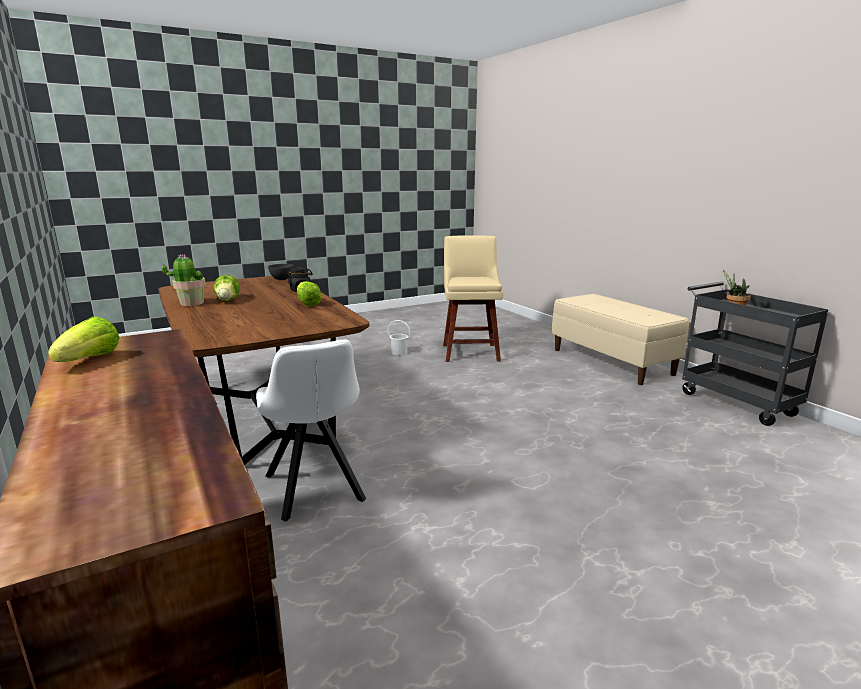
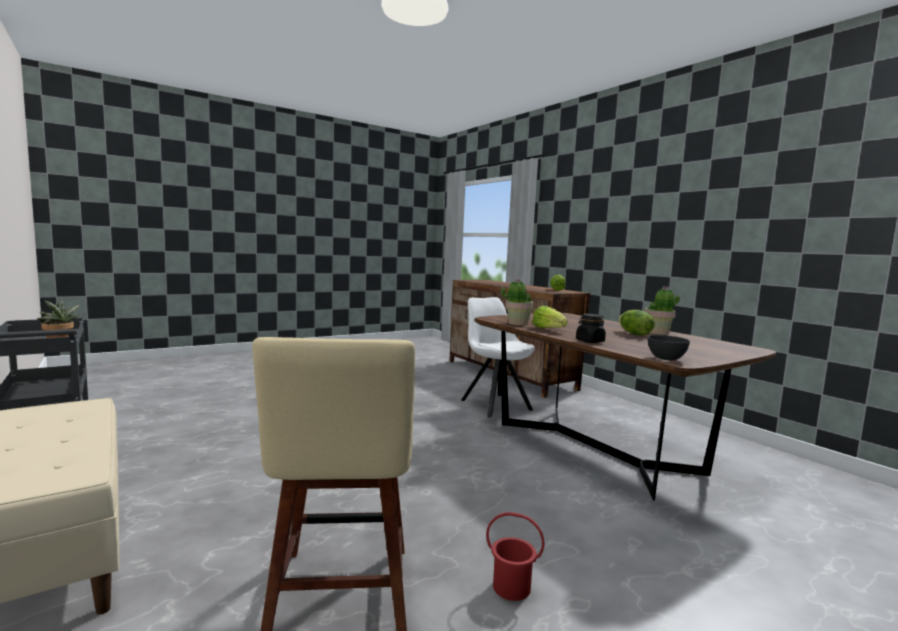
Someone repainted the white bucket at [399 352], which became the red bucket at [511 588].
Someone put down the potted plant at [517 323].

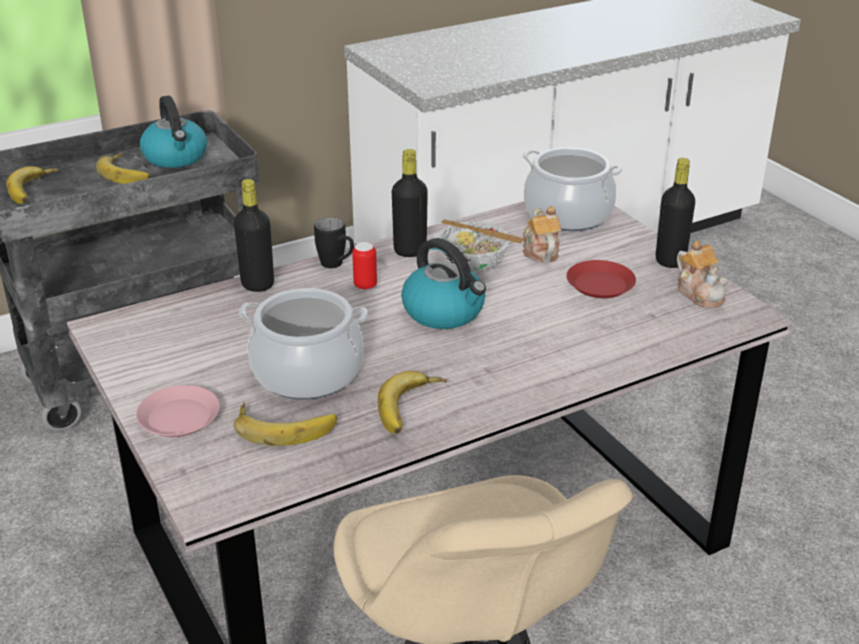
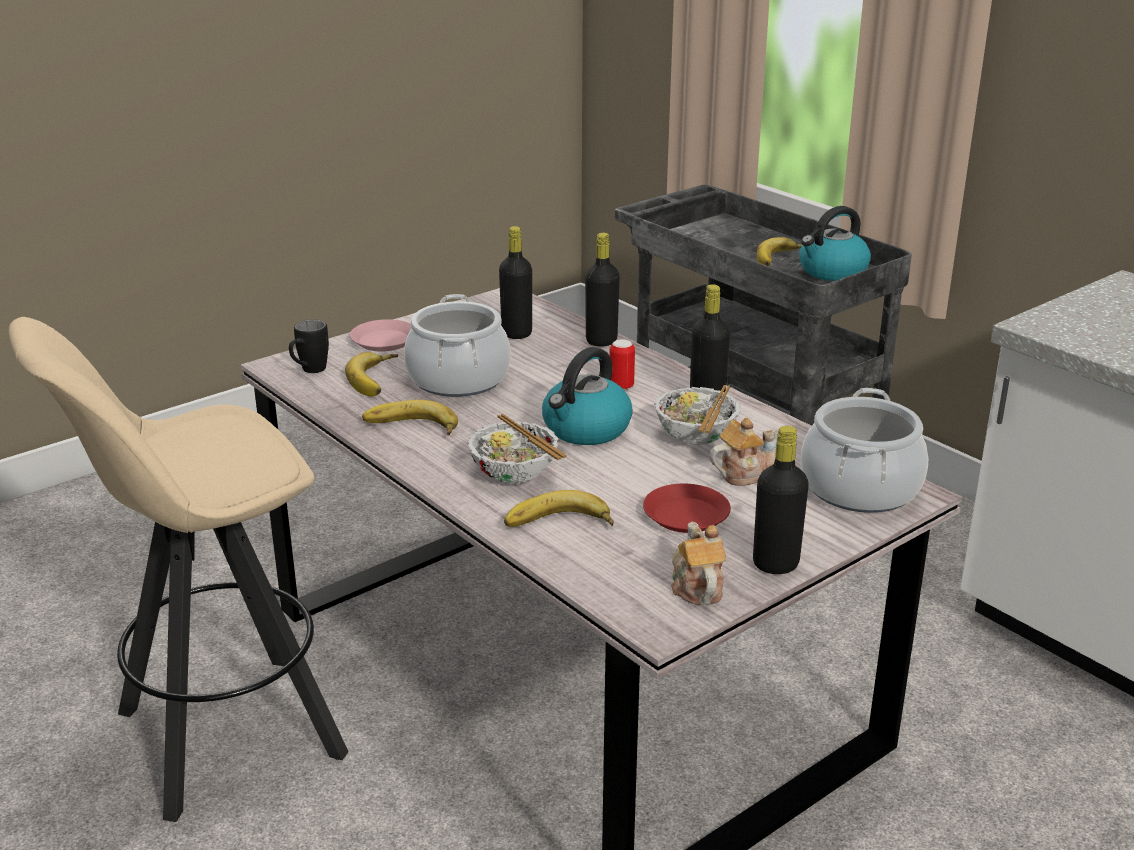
Someone carried the banana from [34 189] to [559 525].
Someone carried the black mug from [337 265] to [309 371].
Someone rotated the teapot at [700 294] by 120 degrees clockwise.
Someone put down the bowl at [515 474].
Someone put down the black bottle at [516 333].

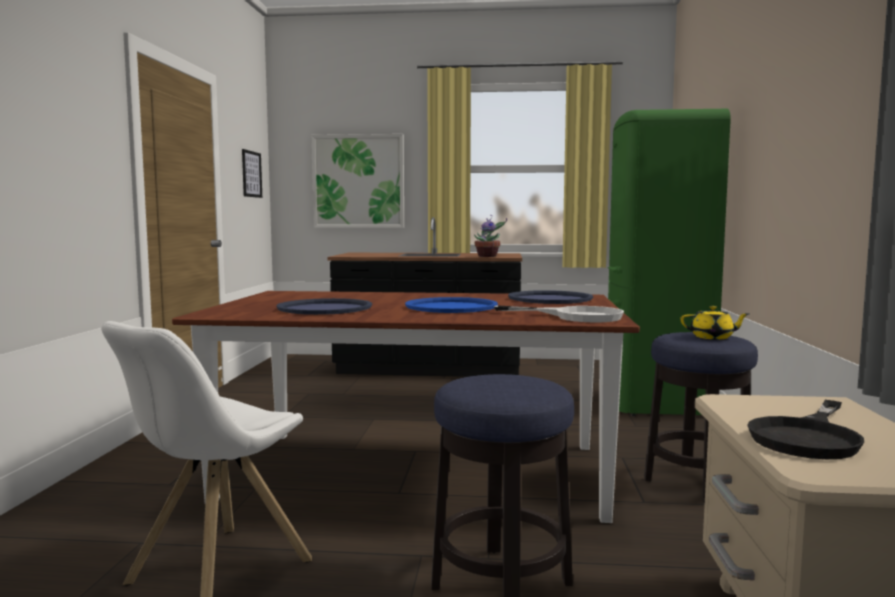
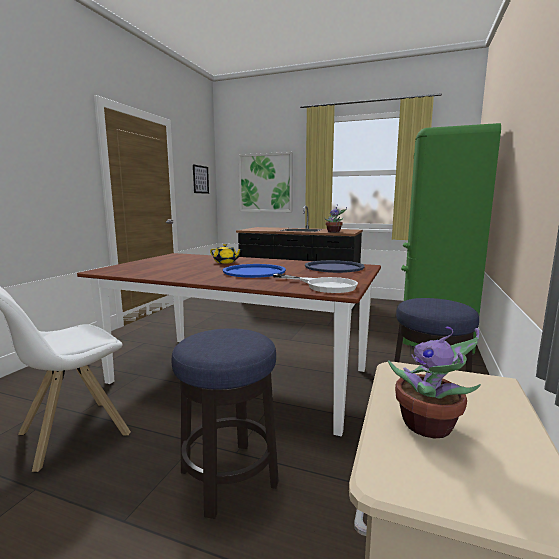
Someone took away the blue tray at [325 308].
Someone carried the yellow teapot from [712 337] to [226 262].
Someone swapped the black frying pan at [808 437] for the potted plant at [430 427].

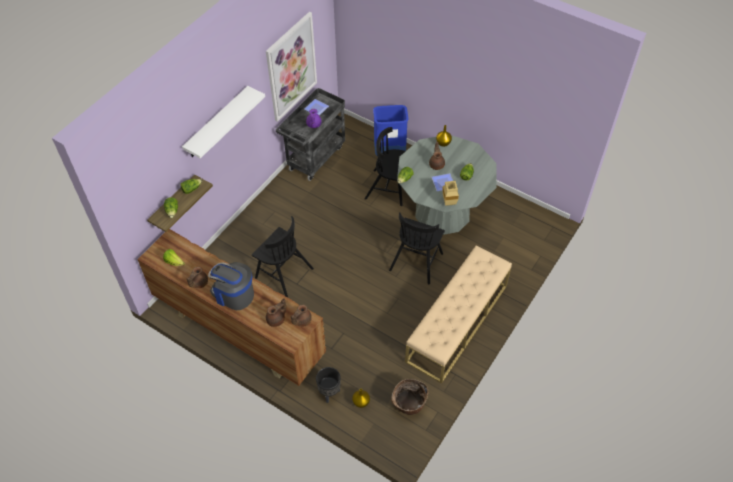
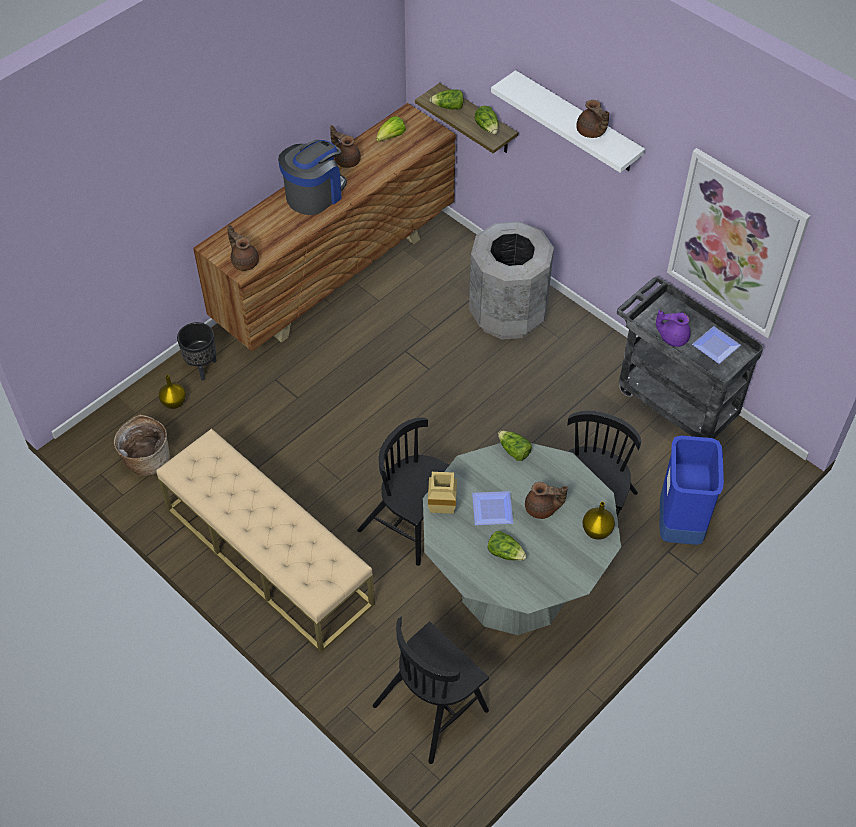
Someone carried the black chair from [281 271] to [435 703].
Someone carried the brown teapot from [276 319] to [591 132].
Someone put down the grey trash can at [508 314].

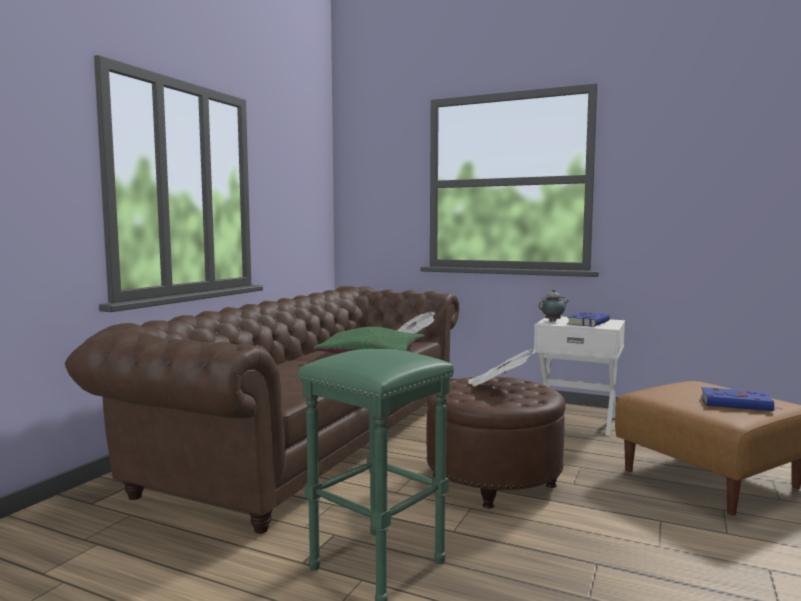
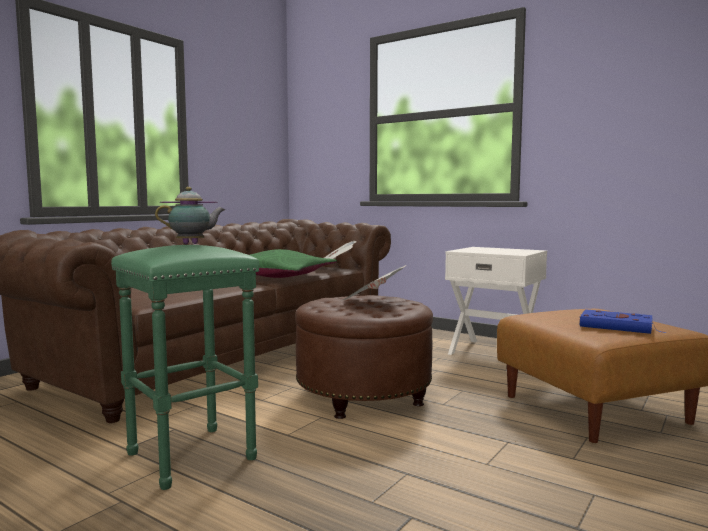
Someone carried the teapot from [553 321] to [192 244].
Someone took away the blue book at [588 322].

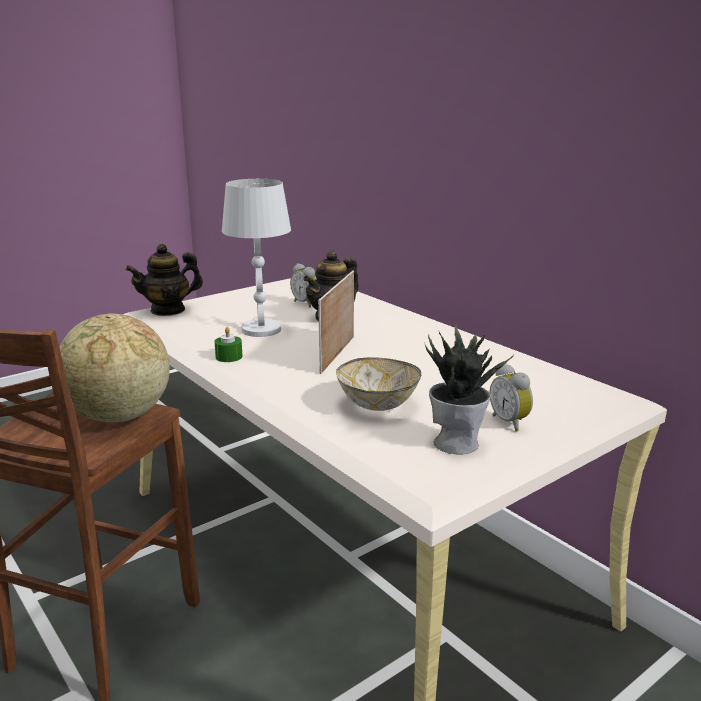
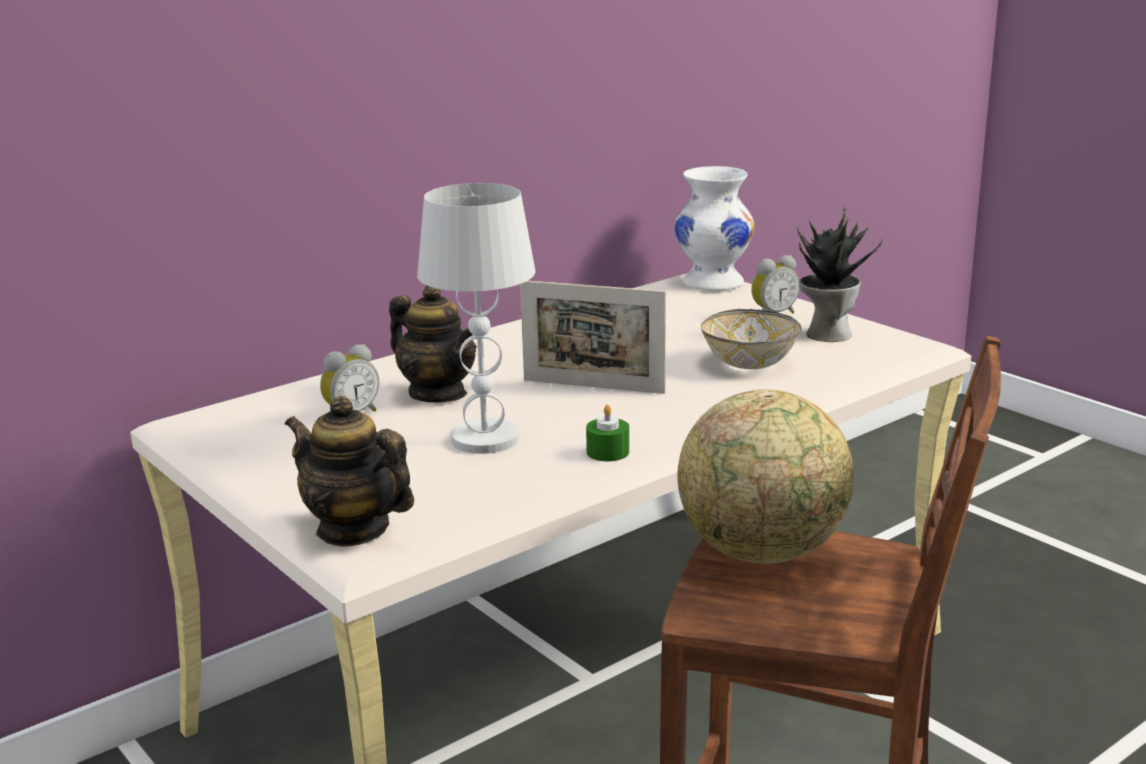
Someone rotated the teapot at [168 310] by 150 degrees clockwise.
Someone put down the white vase at [713 283].

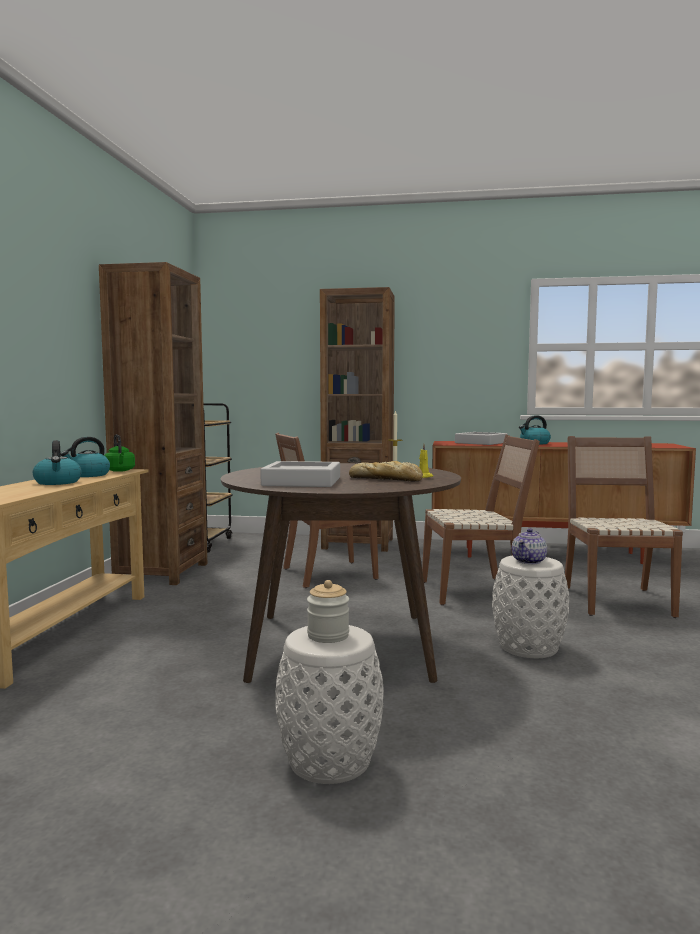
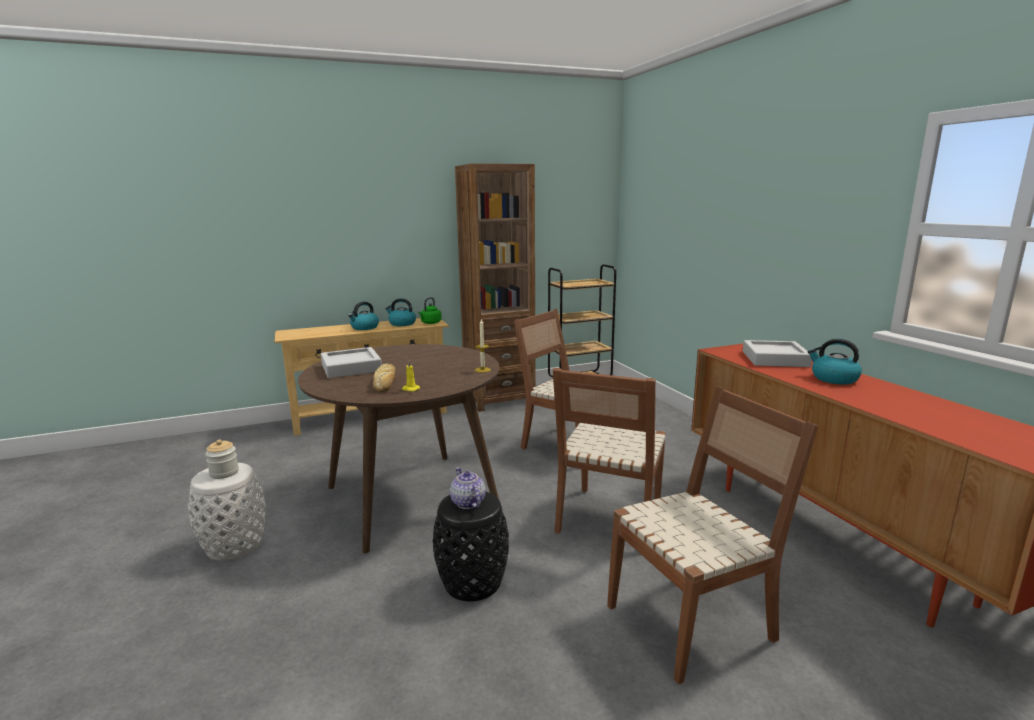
Someone took away the brown bookcase at [358 543].
Someone rotated the chair at [476 591] by 60 degrees clockwise.
Someone repainted the white stool at [528 647], which became the black stool at [472 583].
Someone rotated the teapot at [529 561] by 60 degrees clockwise.

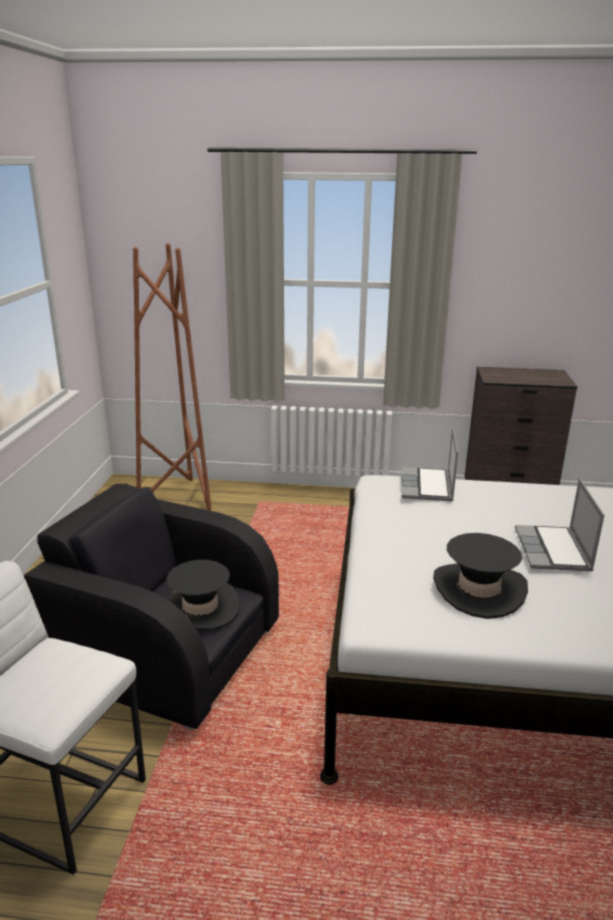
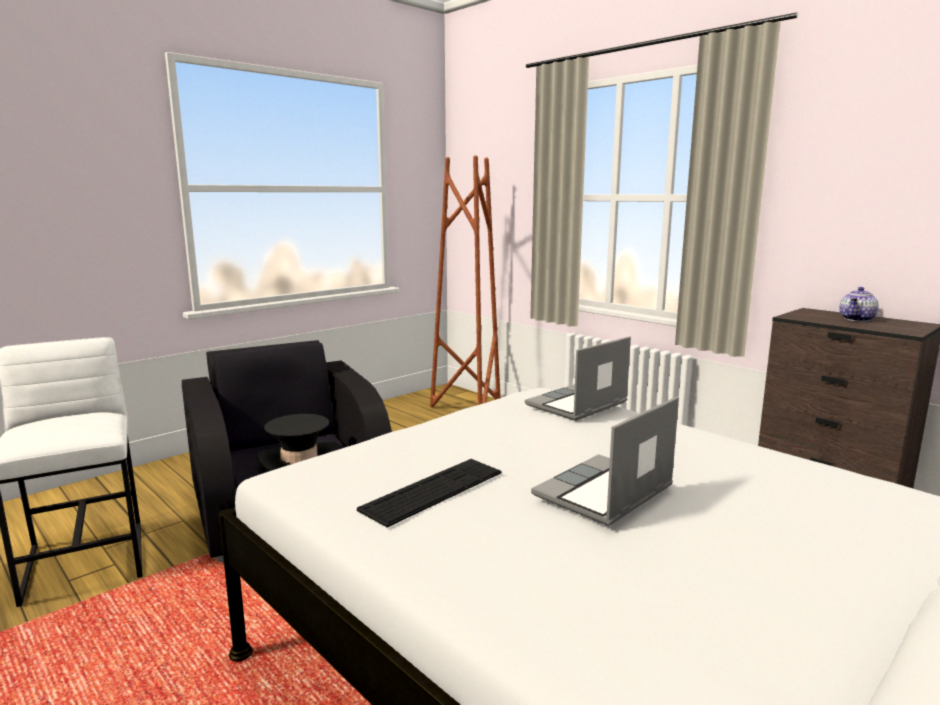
Someone swapped the black hat at [478 590] for the keyboard at [433 490].
Someone put down the teapot at [857 319].

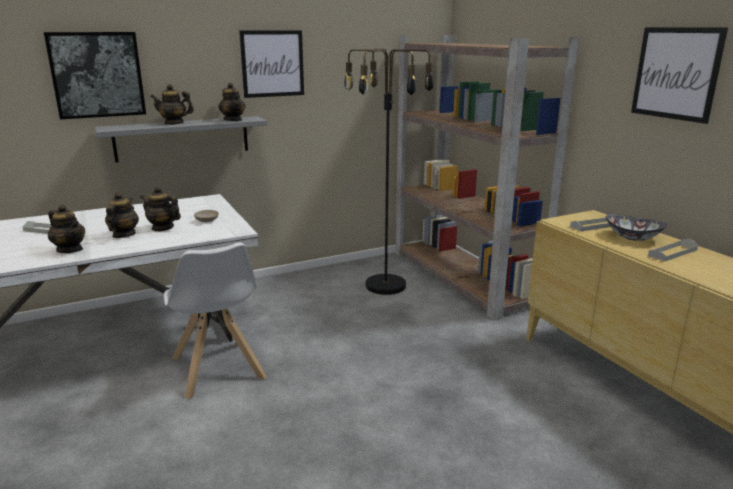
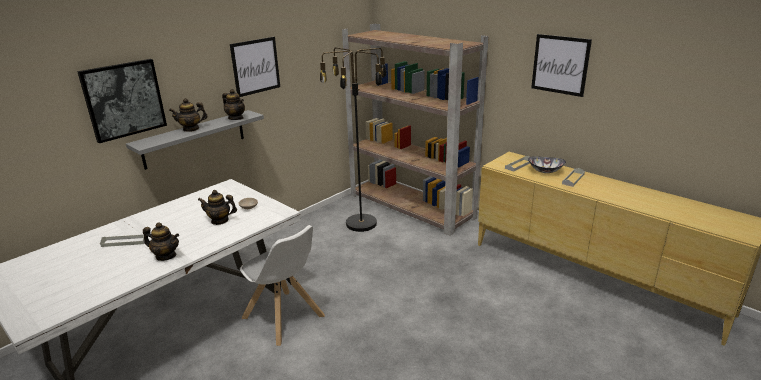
Someone took away the teapot at [123 235].

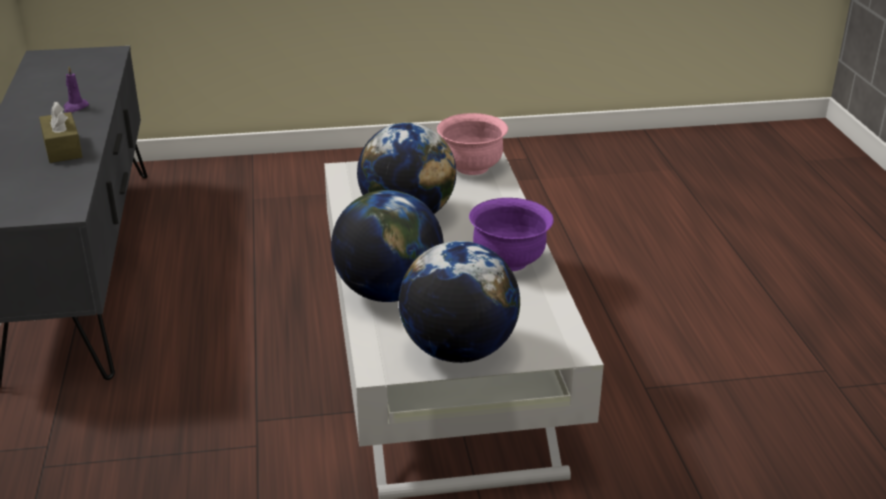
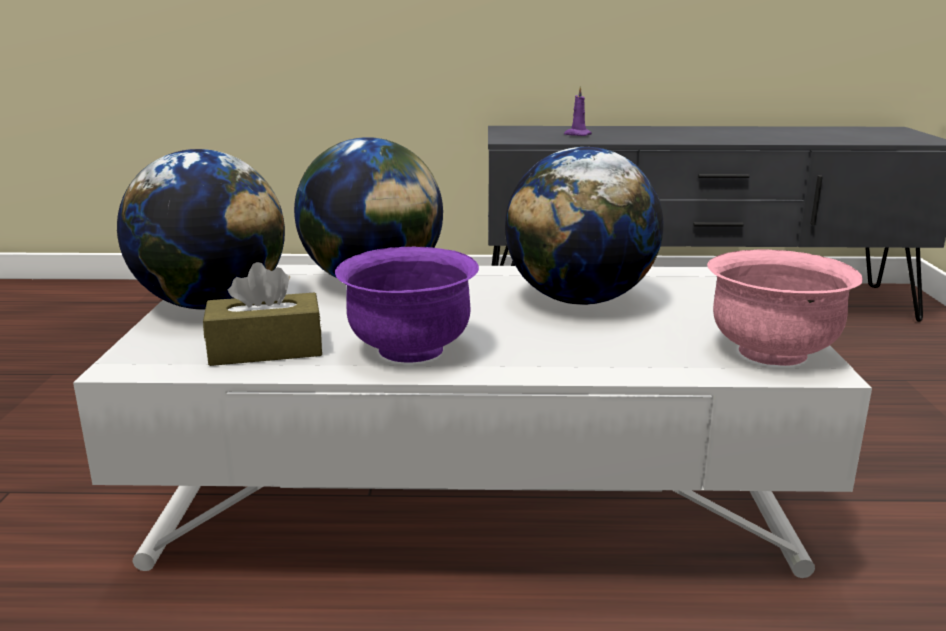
Someone carried the brown tissue box from [62 148] to [266 350].
Someone carried the purple candle from [75 107] to [576 135].

